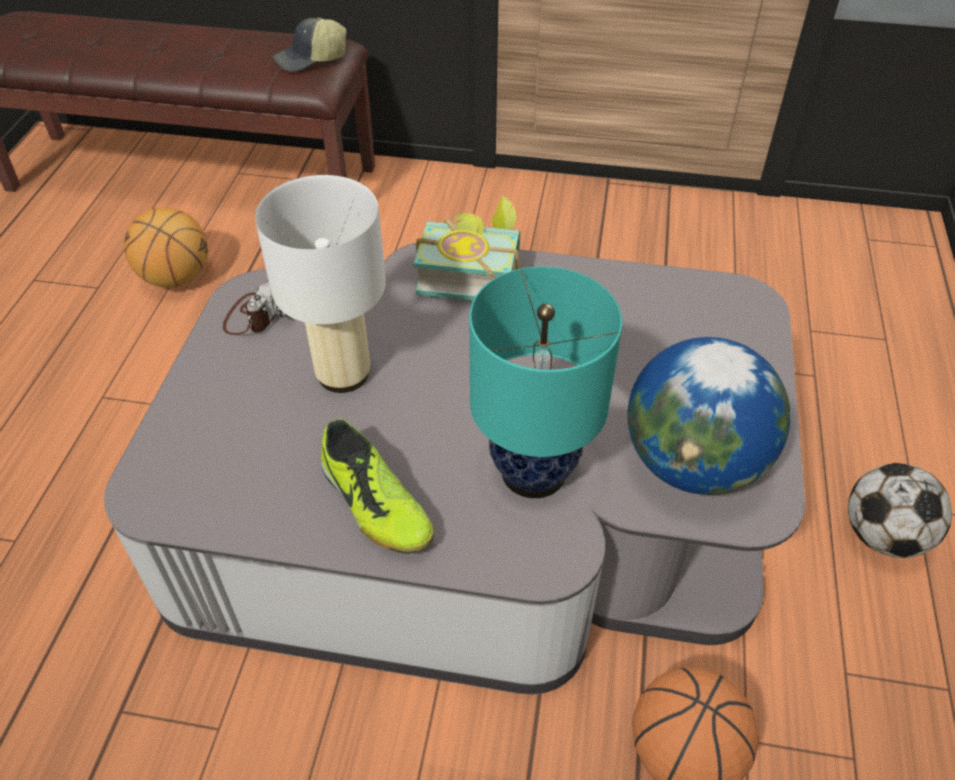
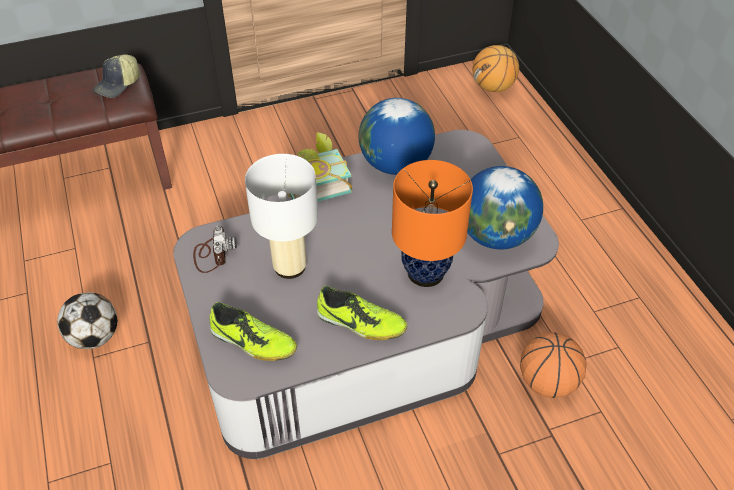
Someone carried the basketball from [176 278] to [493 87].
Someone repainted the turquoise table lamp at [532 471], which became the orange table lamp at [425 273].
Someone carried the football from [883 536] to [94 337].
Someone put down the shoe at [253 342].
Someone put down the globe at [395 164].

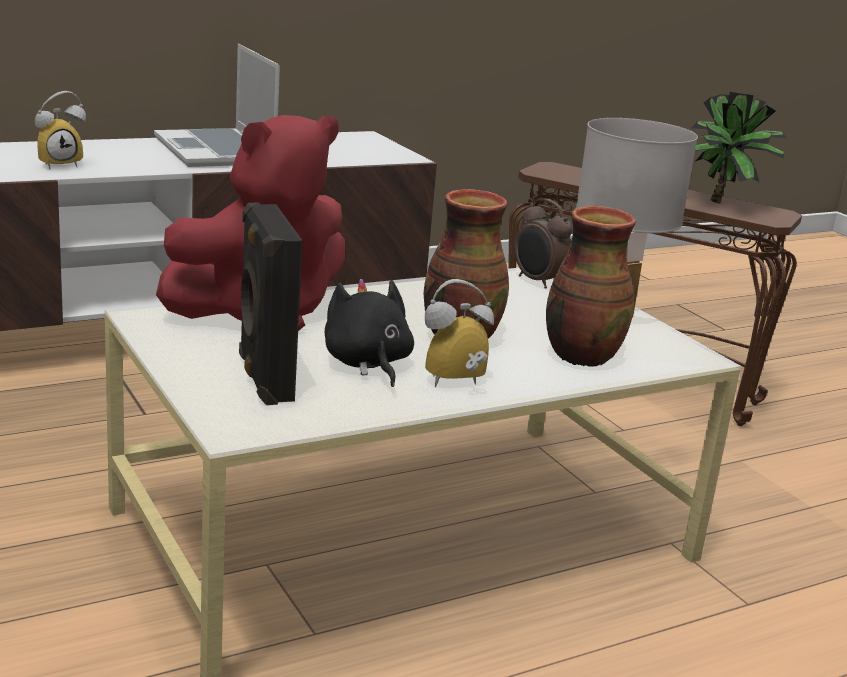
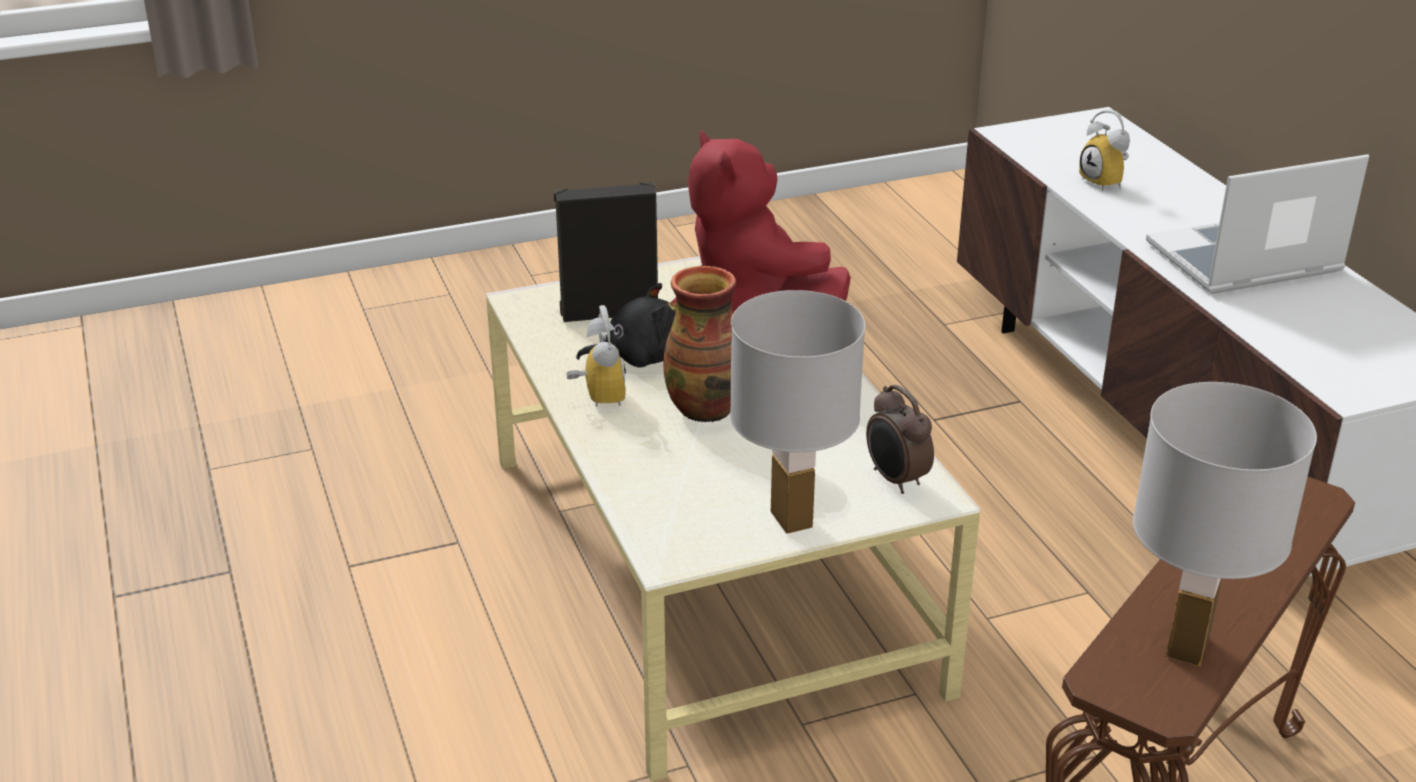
Someone rotated the alarm clock at [537 282] by 90 degrees counterclockwise.
Someone took away the vase at [580 356].
Someone swapped the potted plant at [723 203] for the white table lamp at [1188 648].

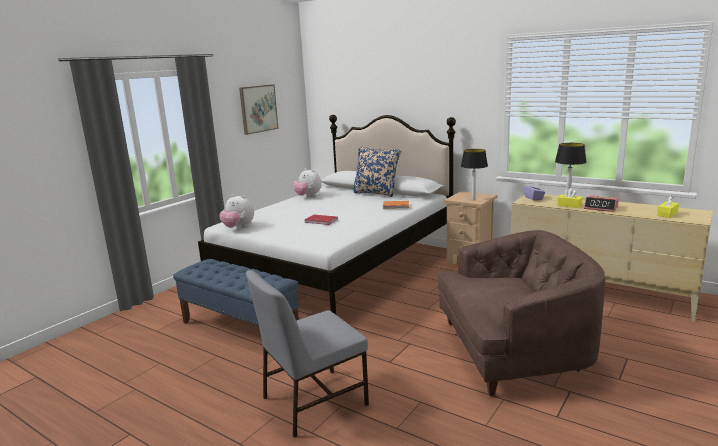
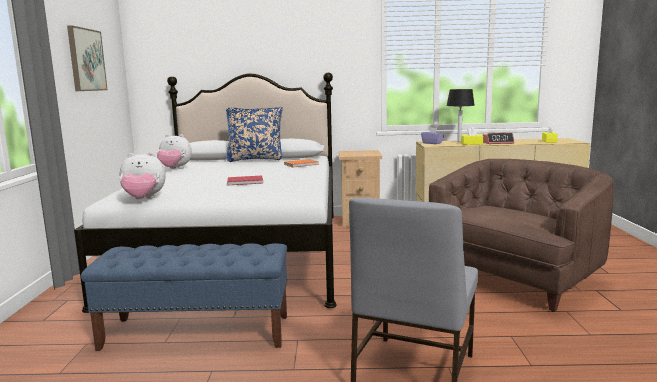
Someone took away the table lamp at [473 199].

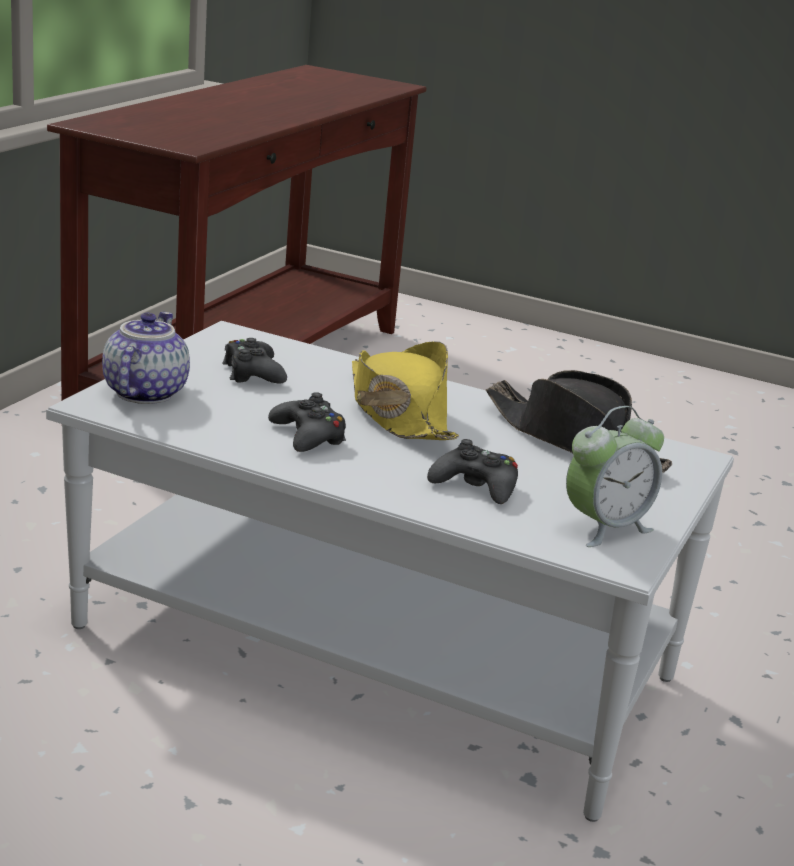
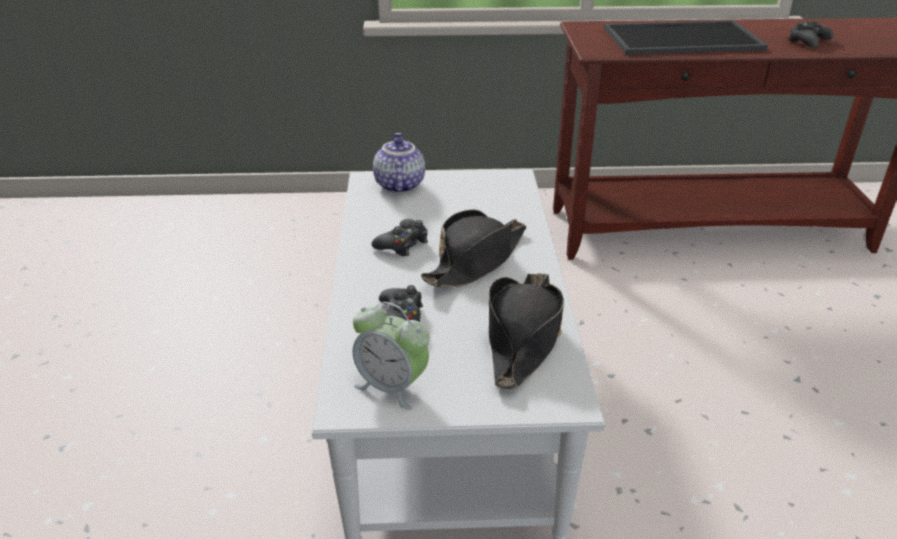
Someone rotated the teapot at [143 392] by 75 degrees counterclockwise.
Someone carried the black game controller from [253 373] to [808 41].
Someone repainted the yellow hat at [398 413], which became the black hat at [476 260].
Someone put down the tray at [682 38].

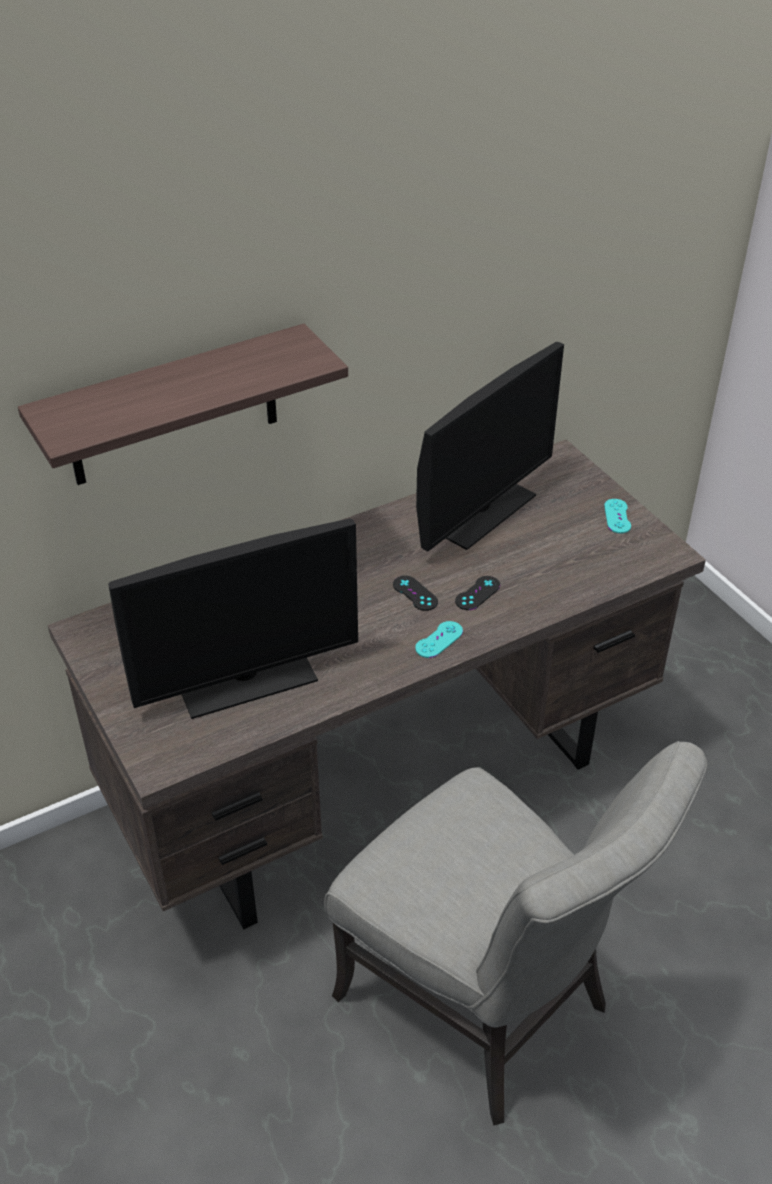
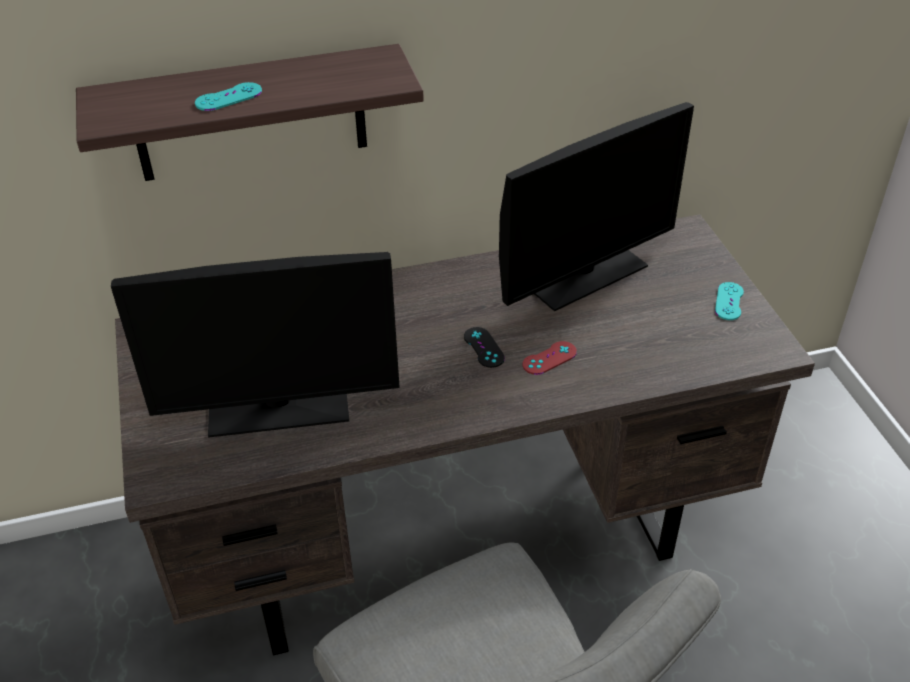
Someone carried the turquoise game controller from [439 640] to [228 97].
Someone repainted the black game controller at [477 593], which became the red game controller at [549 358].

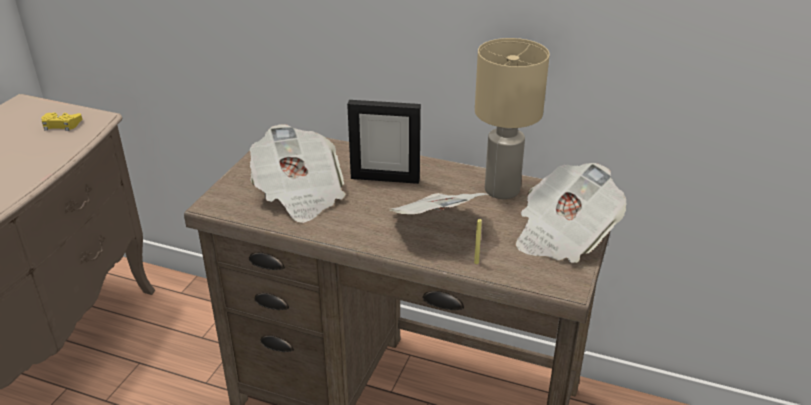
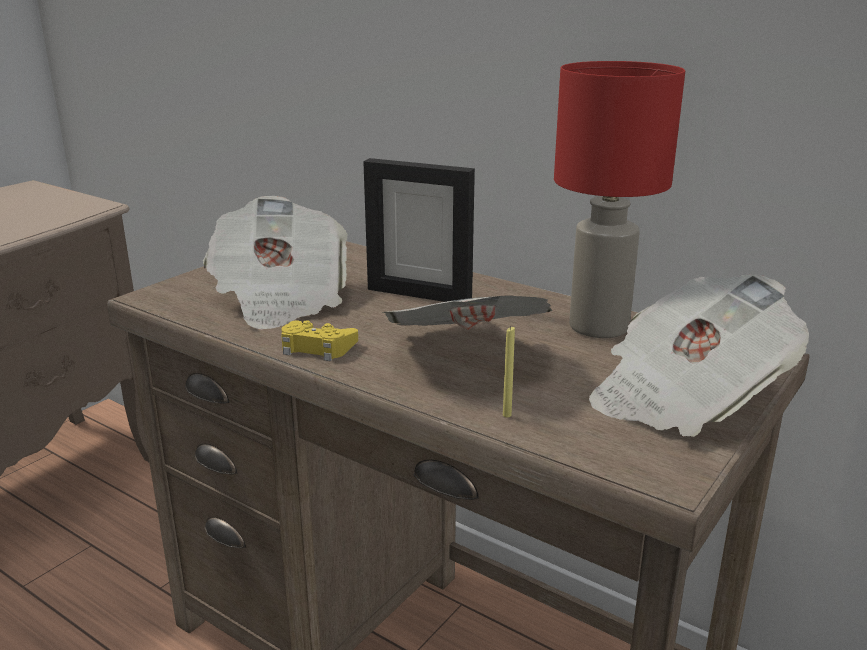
Someone carried the yellow game controller from [61 125] to [316 348].
Someone repainted the beige table lamp at [502 191], which became the red table lamp at [599 328].

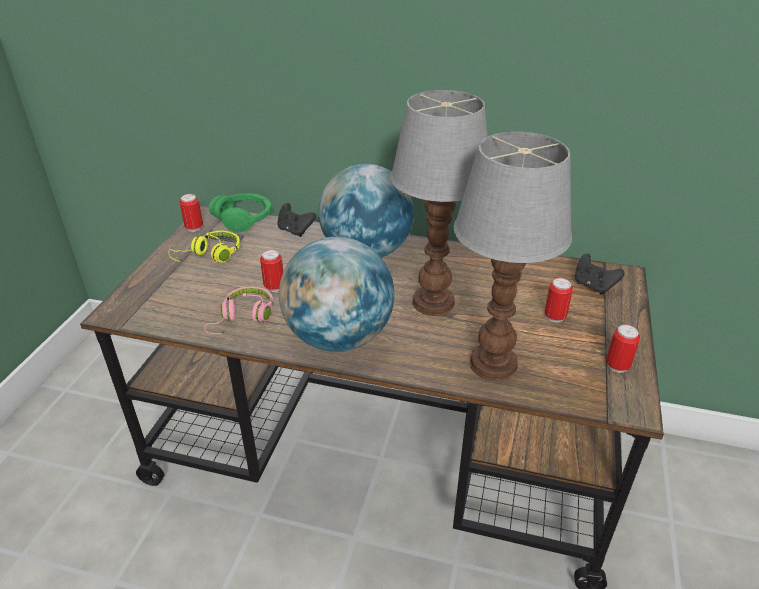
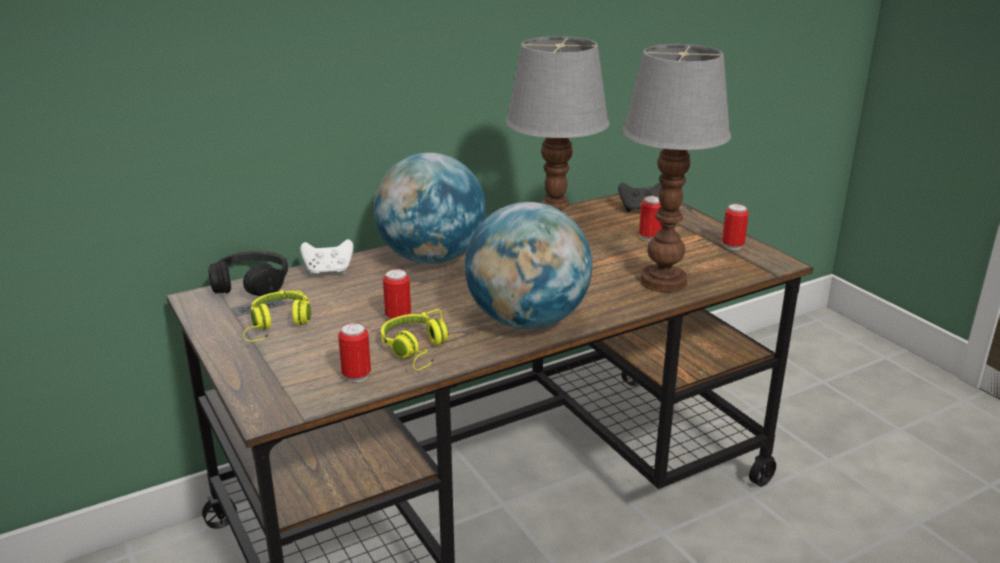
Someone carried the can from [194 228] to [356 376].
Someone repainted the pink headphones at [243 318], which became the yellow headphones at [416 350].
Someone repainted the green headphones at [244 219], which became the black headphones at [251 284].
Someone repainted the black game controller at [295 231], which became the white game controller at [329 271].

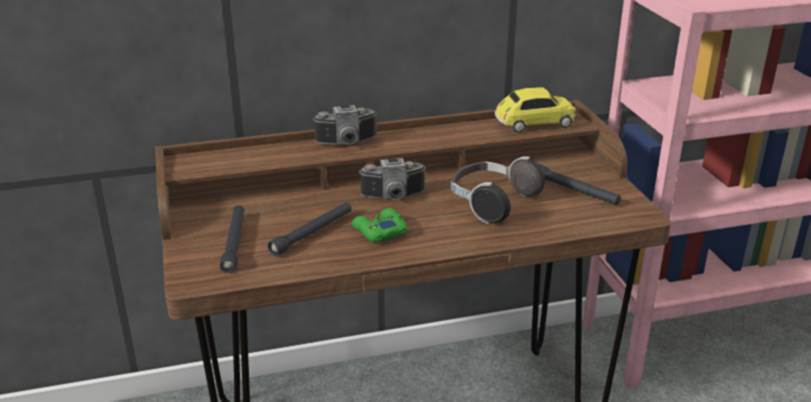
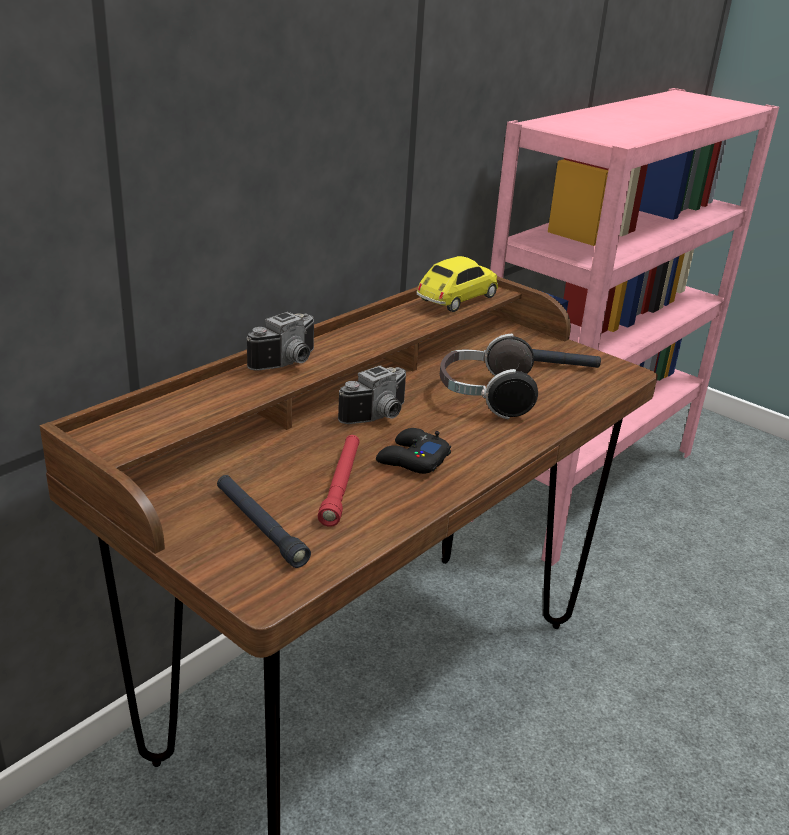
Someone repainted the black flashlight at [312 233], which became the red flashlight at [341 485].
Someone repainted the green game controller at [379 231], which became the black game controller at [412 459].

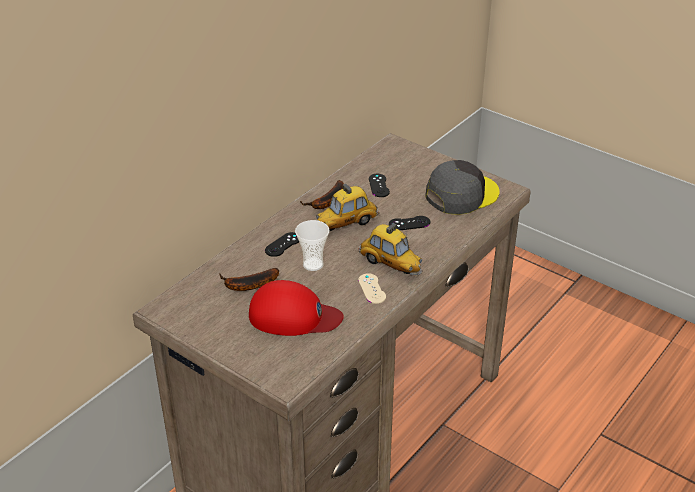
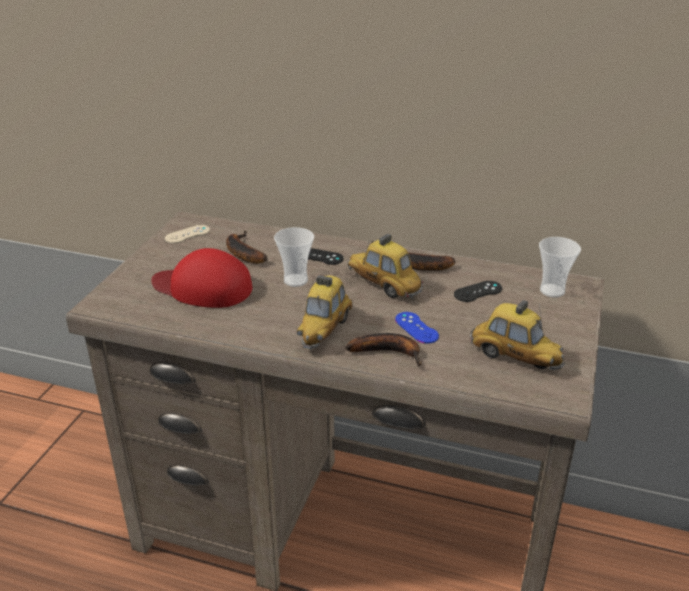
Someone rotated the red cap at [294 316] by 120 degrees clockwise.
Someone carried the beige game controller from [372 288] to [187 234].
Someone repainted the black game controller at [409 223], which became the blue game controller at [416 328].
Someone swapped the grey cap at [461 194] for the toy car at [514 357].
Someone put down the banana at [389 352].
Someone put down the cup at [552 291].

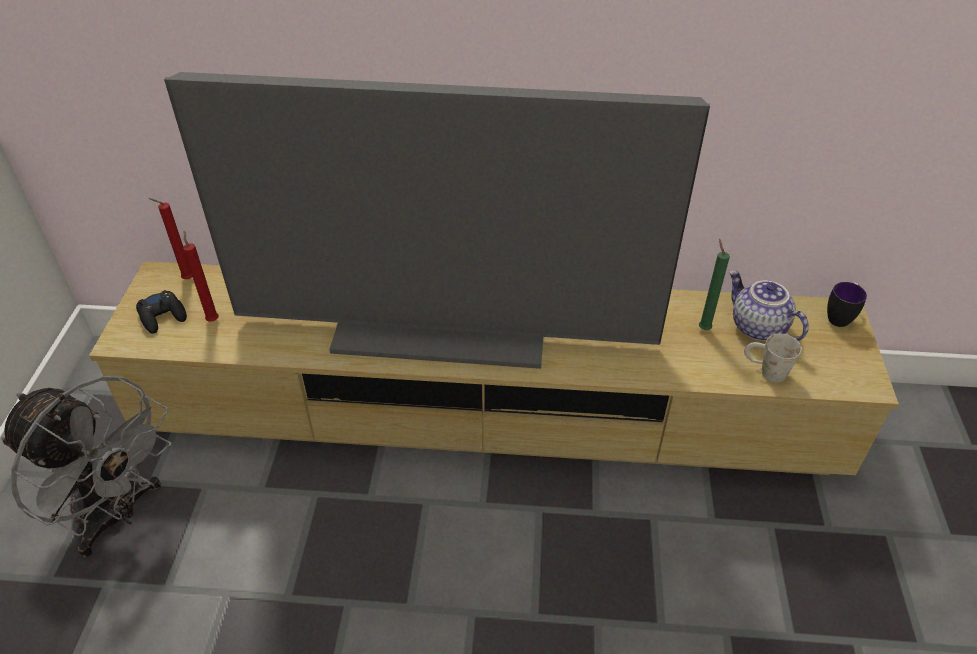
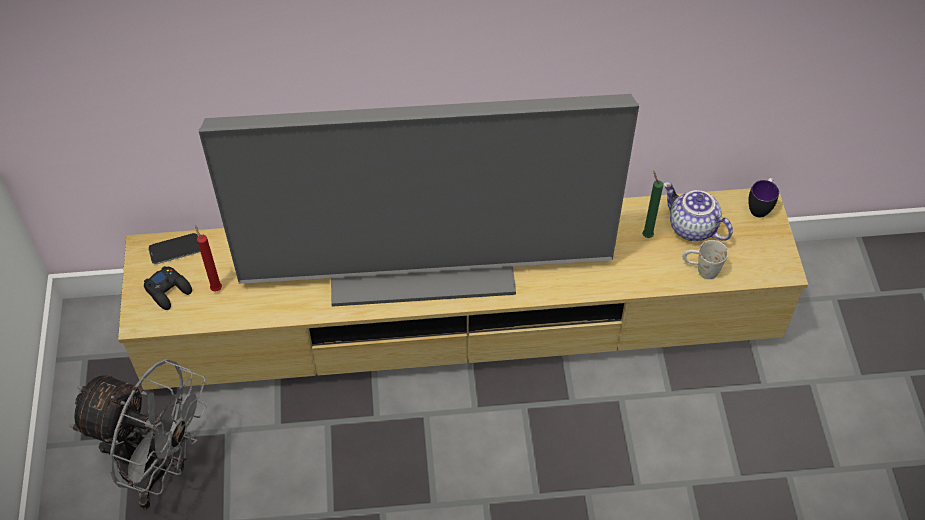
Someone swapped the red candle at [186 279] for the phone at [175 249].

